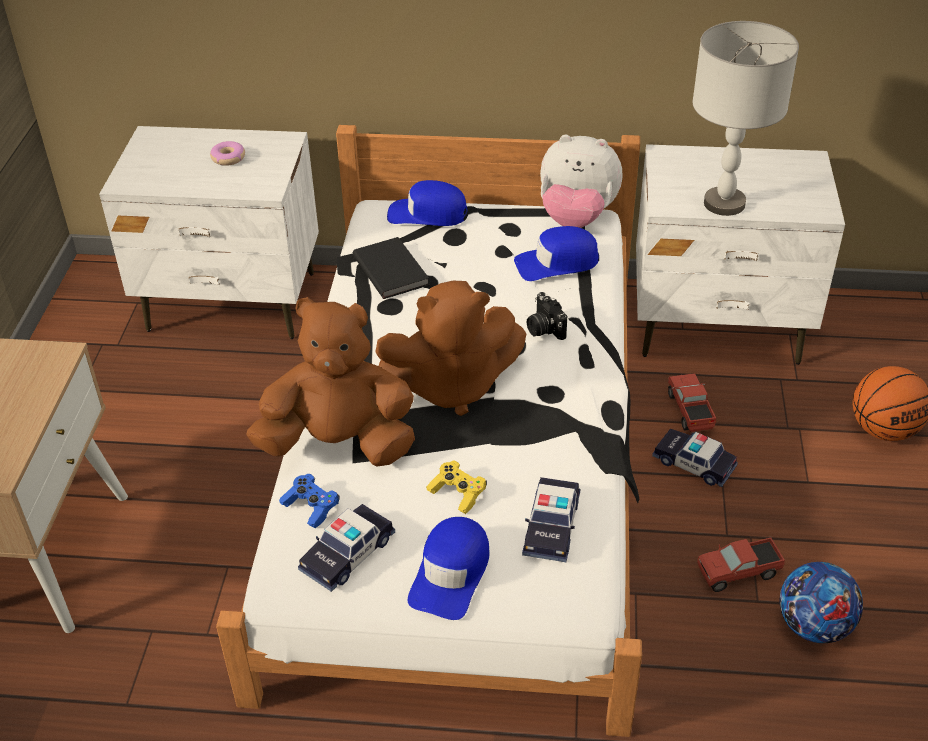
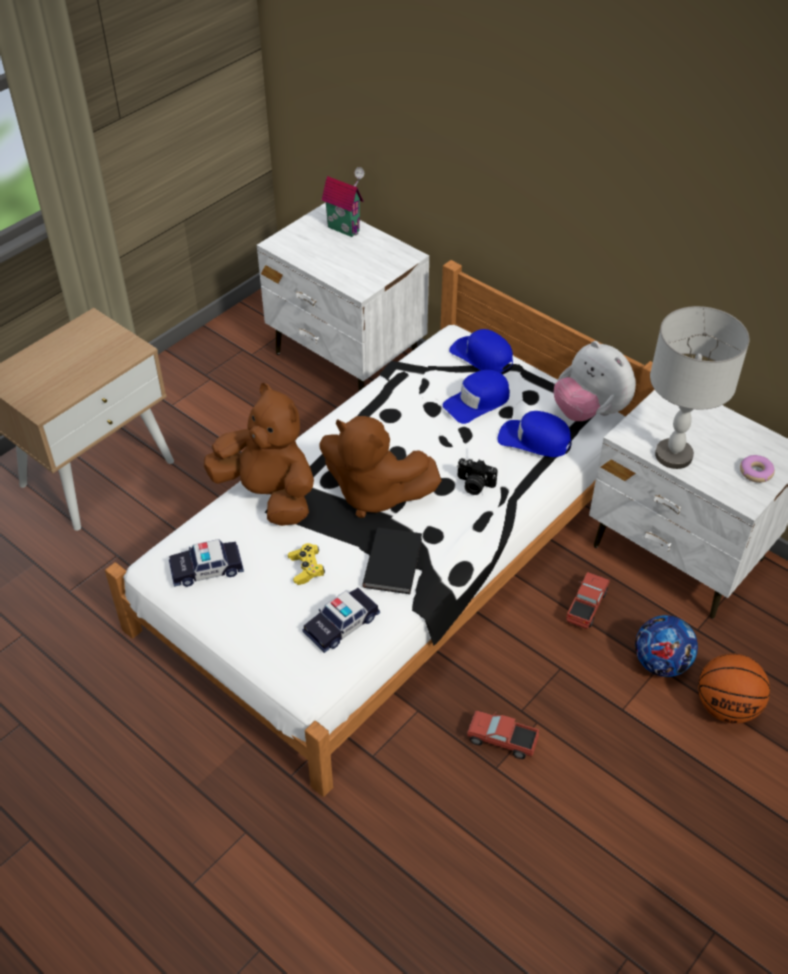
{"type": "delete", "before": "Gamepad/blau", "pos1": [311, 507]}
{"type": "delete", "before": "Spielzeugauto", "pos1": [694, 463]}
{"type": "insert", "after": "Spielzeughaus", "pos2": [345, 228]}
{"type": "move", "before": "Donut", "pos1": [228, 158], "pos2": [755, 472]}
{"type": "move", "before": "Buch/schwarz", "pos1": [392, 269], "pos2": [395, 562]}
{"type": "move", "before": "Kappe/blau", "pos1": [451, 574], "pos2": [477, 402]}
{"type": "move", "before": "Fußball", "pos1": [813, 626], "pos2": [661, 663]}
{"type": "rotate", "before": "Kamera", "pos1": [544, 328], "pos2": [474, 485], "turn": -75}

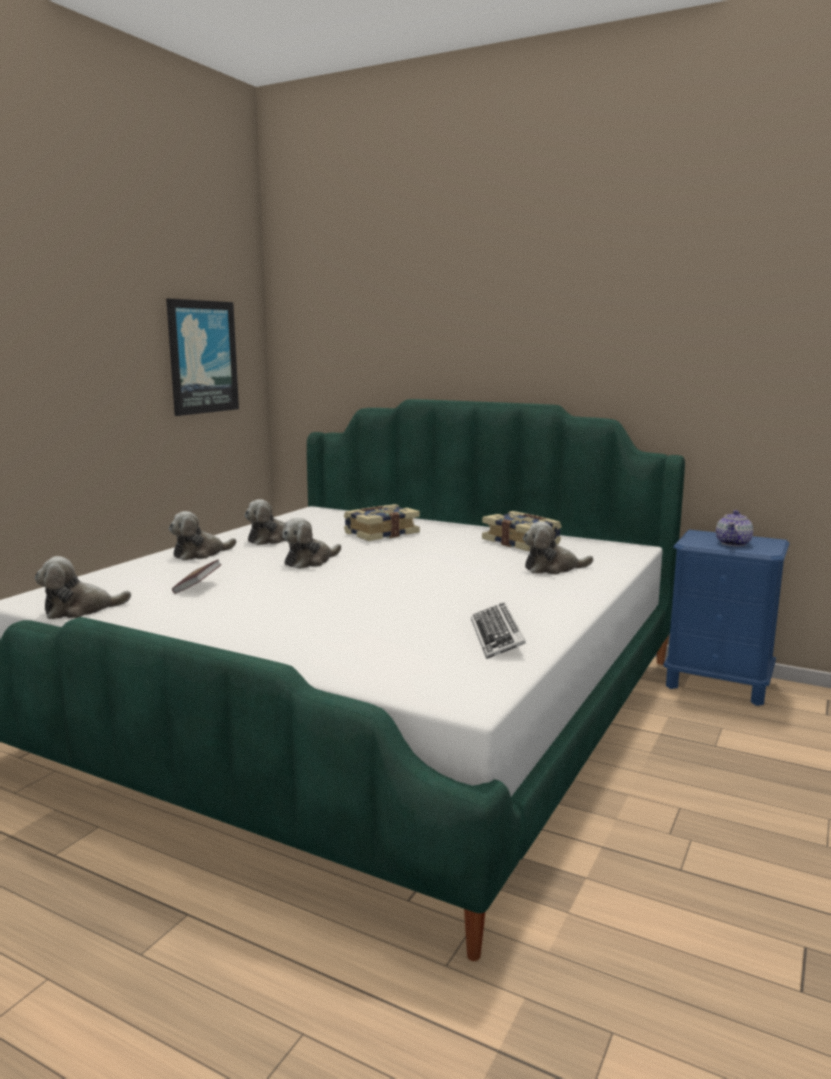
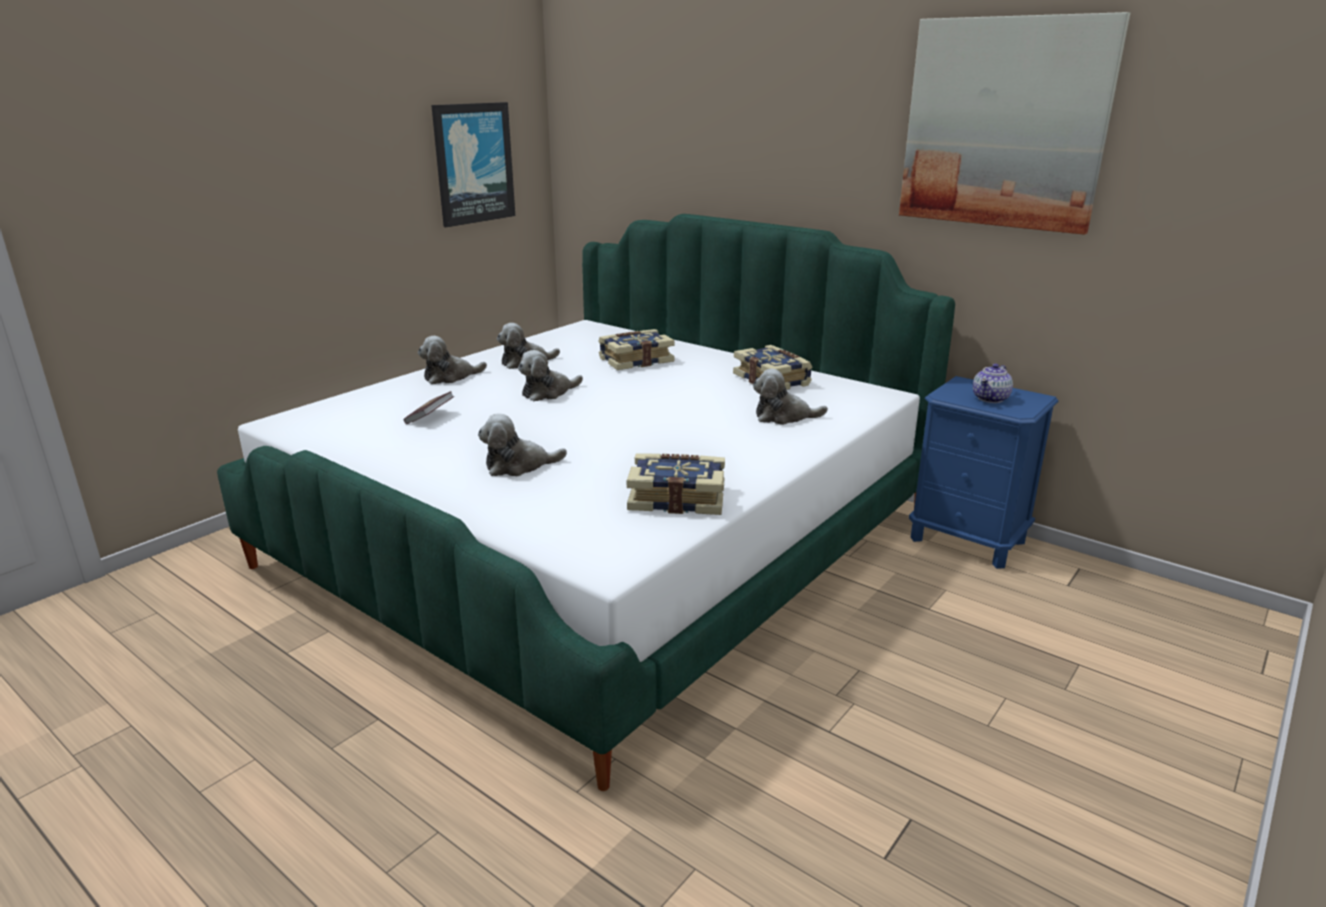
{"type": "insert", "after": "Bild", "pos2": [1004, 124]}
{"type": "move", "before": "Plüschtier", "pos1": [80, 610], "pos2": [518, 466]}
{"type": "replace", "before": "Tastatur", "after": "Buch", "pos1": [497, 637], "pos2": [677, 498]}

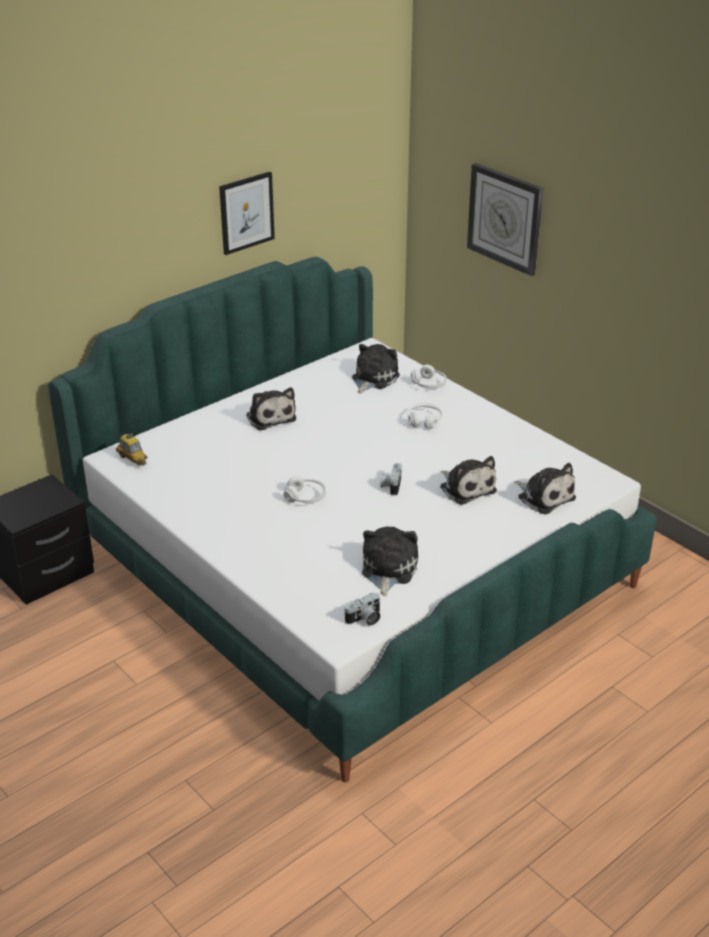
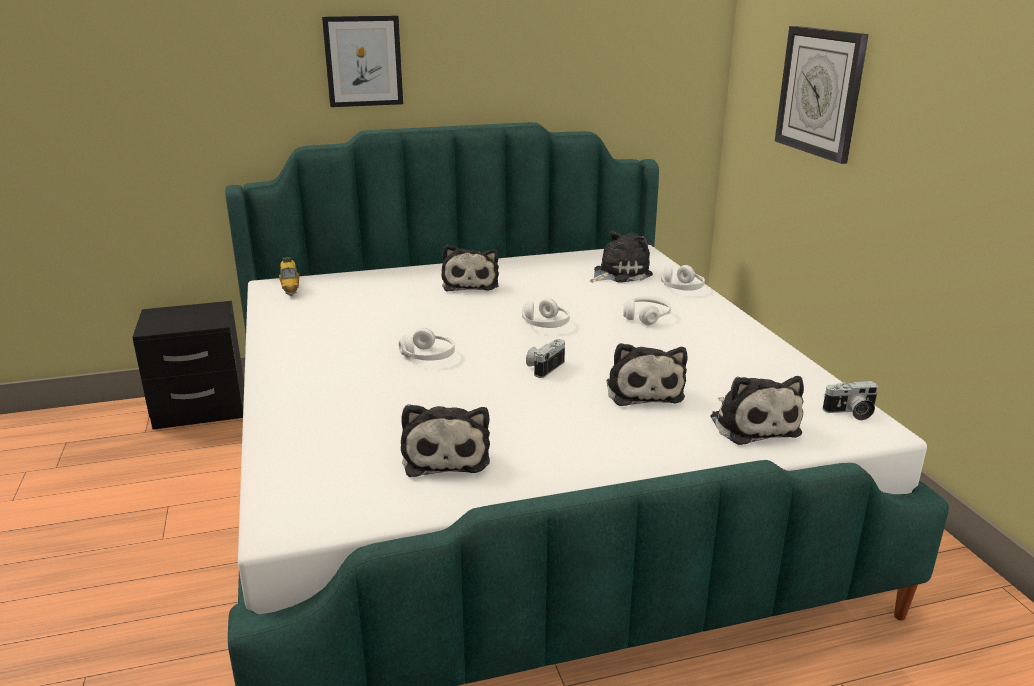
{"type": "insert", "after": "Kopfhörer/weiß", "pos2": [545, 324]}
{"type": "move", "before": "Bild", "pos1": [246, 212], "pos2": [363, 61]}
{"type": "move", "before": "Kamera", "pos1": [364, 619], "pos2": [851, 413]}
{"type": "rotate", "before": "Plüschtier", "pos1": [387, 570], "pos2": [446, 455], "turn": 135}

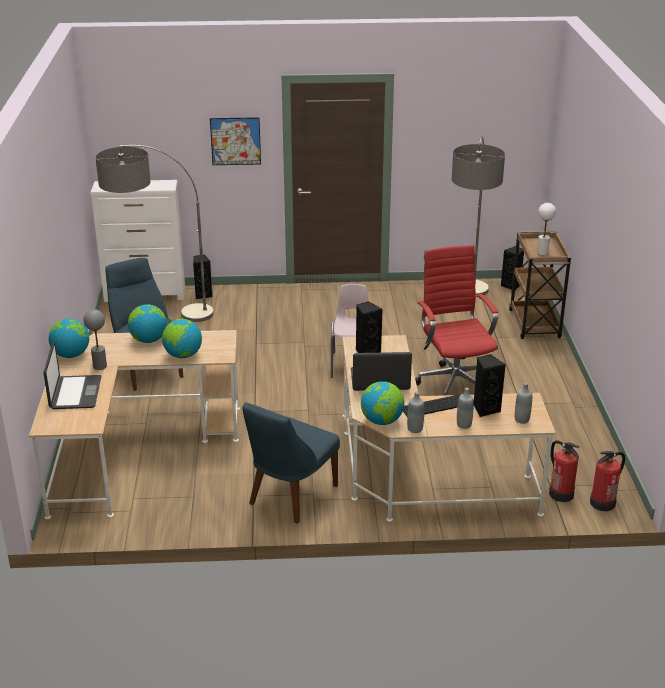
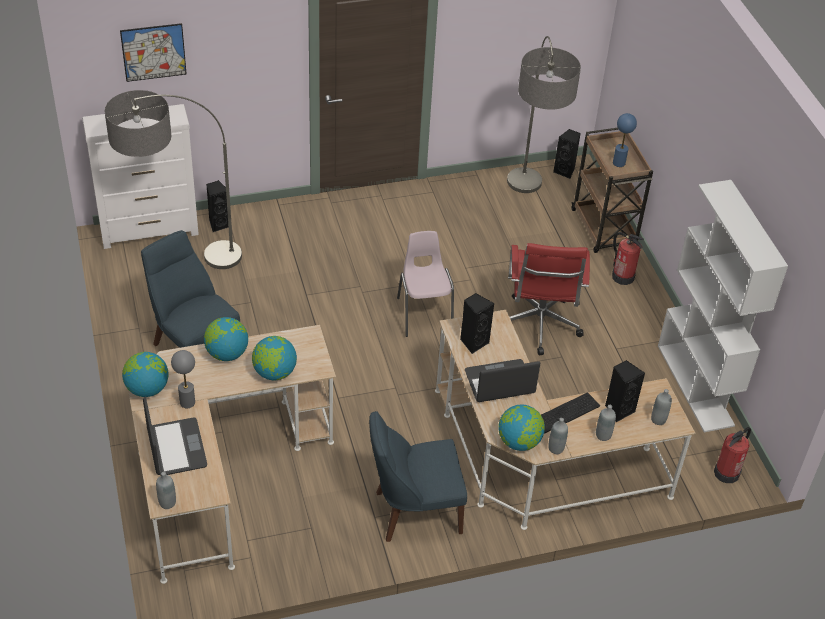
{"type": "insert", "after": "Flasche/grau", "pos2": [167, 503]}
{"type": "insert", "after": "Bücherregal/weiß", "pos2": [696, 385]}
{"type": "move", "before": "Bild", "pos1": [235, 141], "pos2": [153, 52]}
{"type": "move", "before": "Feuerlöscher", "pos1": [561, 493], "pos2": [622, 276]}
{"type": "recolor", "before": "Tischlampe/weiß", "after": "Tischlampe/blau", "pos1": [542, 252], "pos2": [619, 163]}
{"type": "rotate", "before": "Stuhl/blau", "pos1": [290, 496], "pos2": [414, 512], "turn": 60}
{"type": "rotate", "before": "Bürostuhl/rot", "pos1": [453, 383], "pos2": [539, 327], "turn": -150}

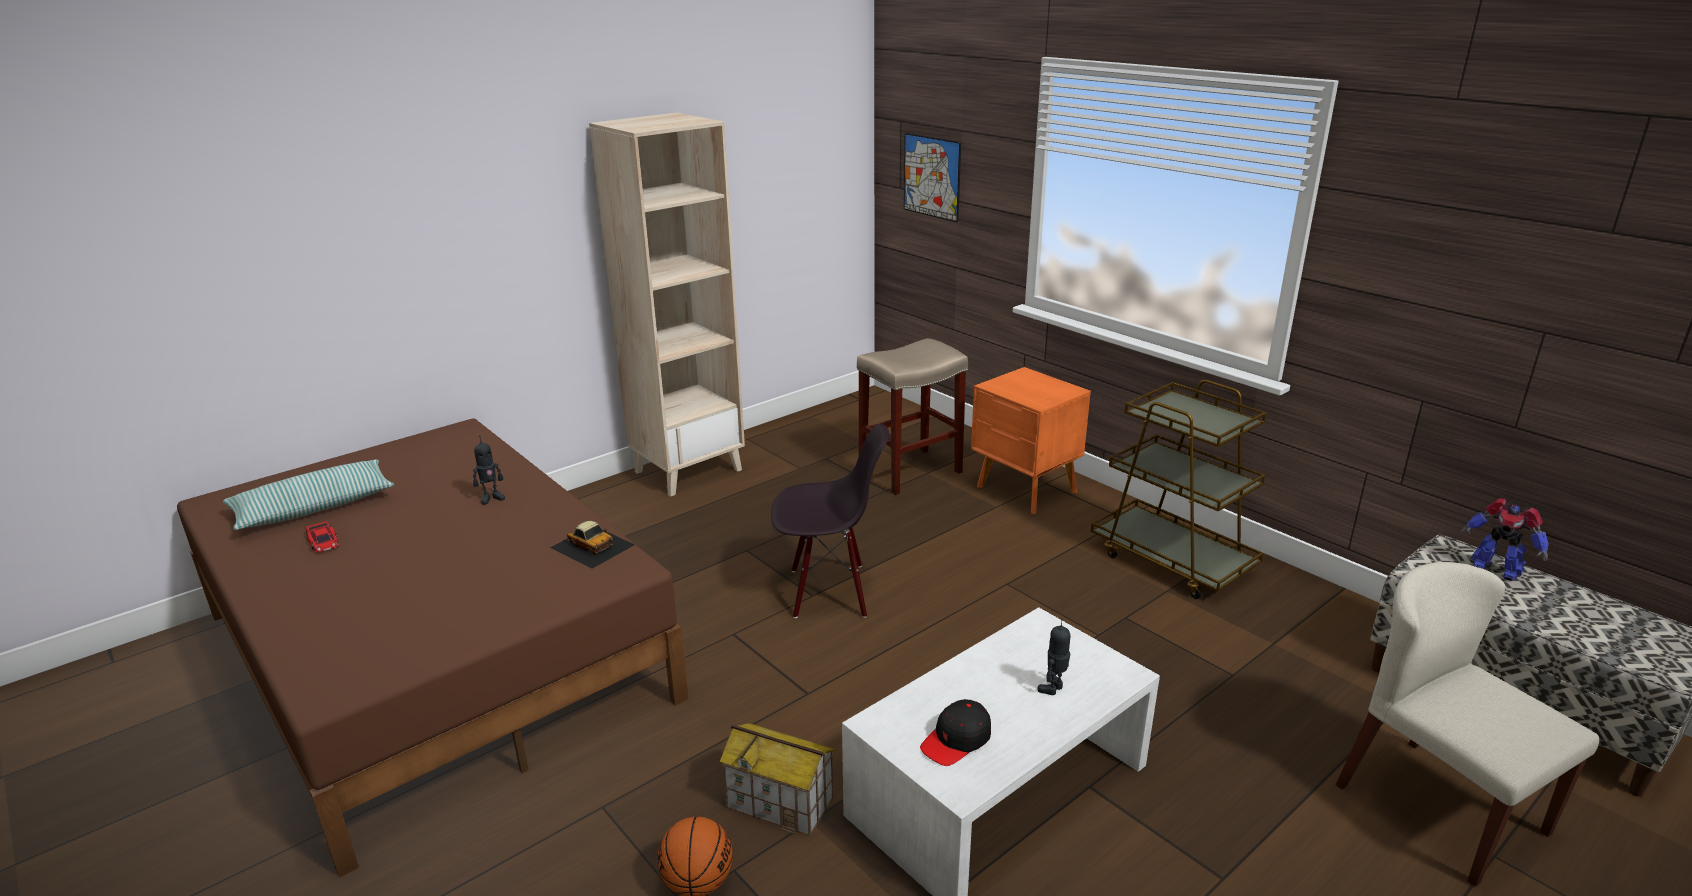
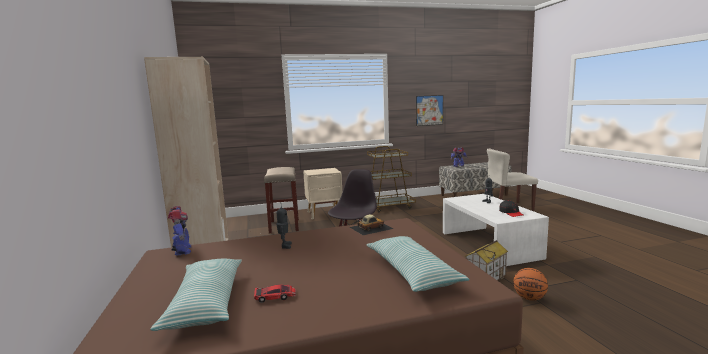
{"type": "insert", "after": "Spielzeugroboter", "pos2": [182, 251]}
{"type": "insert", "after": "Kissen", "pos2": [411, 272]}
{"type": "move", "before": "Bild", "pos1": [931, 177], "pos2": [429, 110]}
{"type": "recolor", "before": "Nachttisch/orange", "after": "Nachttisch/beige", "pos1": [1026, 490], "pos2": [324, 214]}

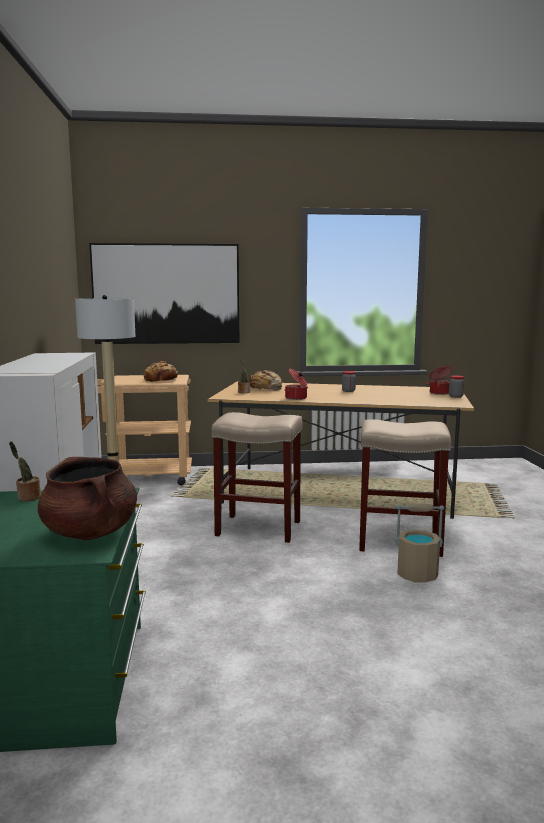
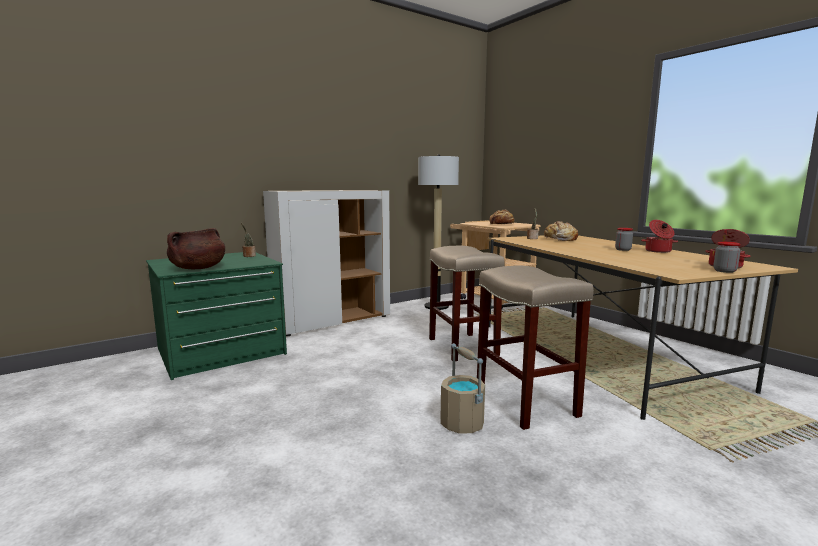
{"type": "delete", "before": "Bild", "pos1": [166, 294]}
{"type": "move", "before": "Kochtopf", "pos1": [296, 398], "pos2": [658, 251]}

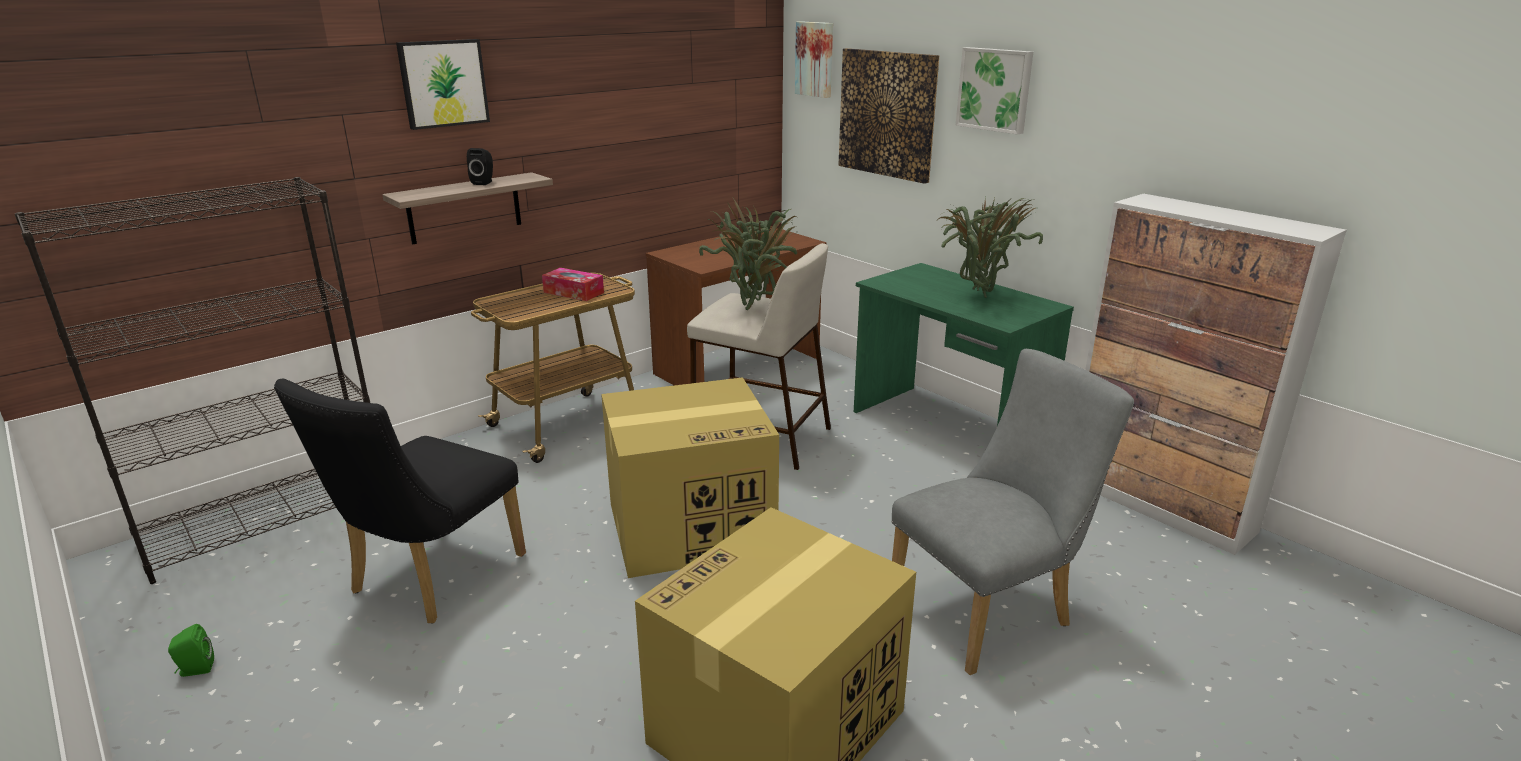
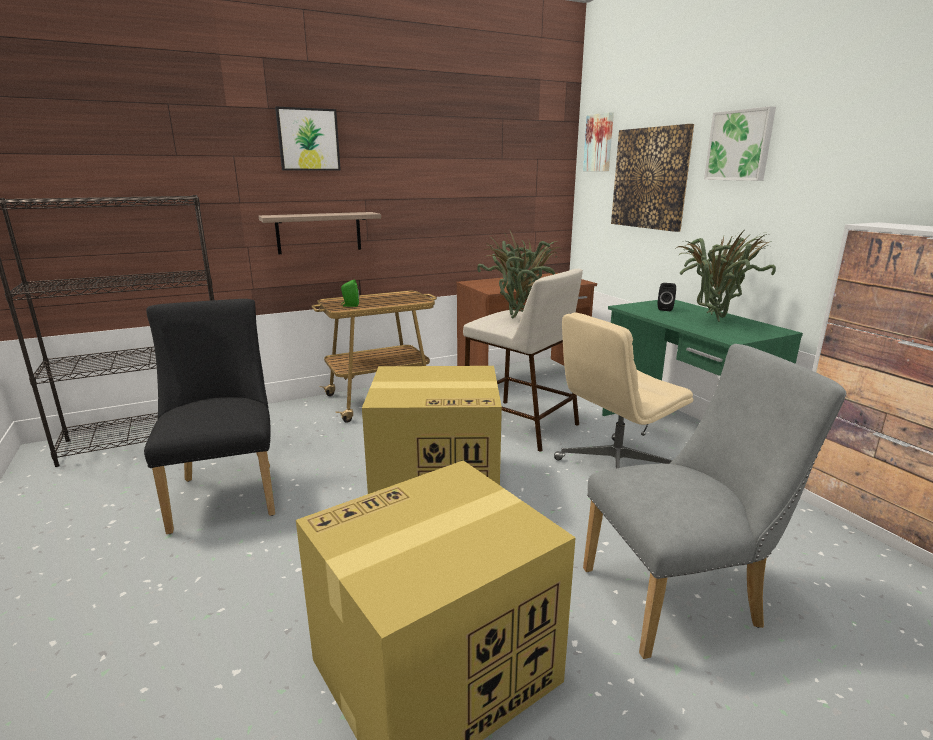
{"type": "delete", "before": "Taschentuchbox", "pos1": [573, 292]}
{"type": "insert", "after": "Bürostuhl/beige", "pos2": [615, 467]}
{"type": "move", "before": "Lautsprecher/grün", "pos1": [195, 669], "pos2": [350, 305]}
{"type": "move", "before": "Lautsprecher/schwarz", "pos1": [484, 182], "pos2": [665, 309]}
{"type": "rotate", "before": "Stuhl/schwarz", "pos1": [429, 579], "pos2": [226, 492], "turn": 120}

